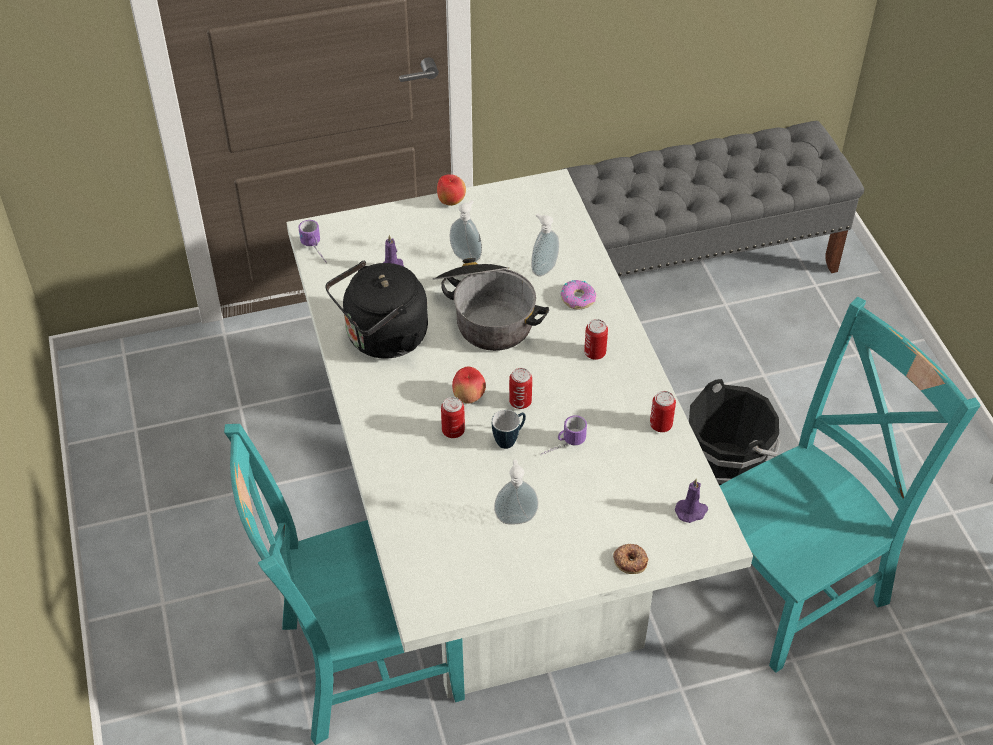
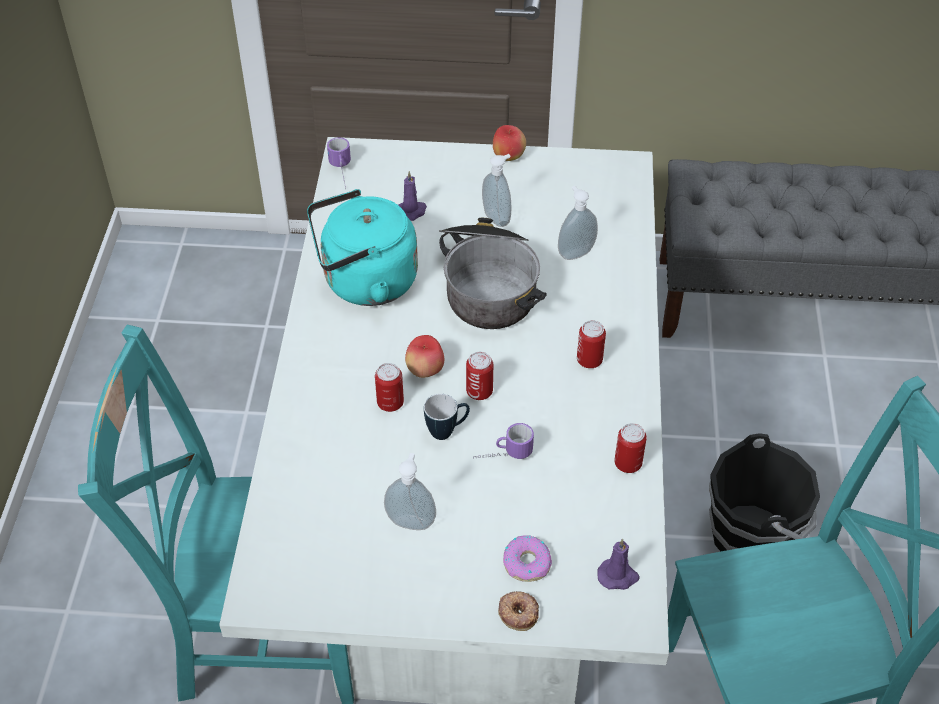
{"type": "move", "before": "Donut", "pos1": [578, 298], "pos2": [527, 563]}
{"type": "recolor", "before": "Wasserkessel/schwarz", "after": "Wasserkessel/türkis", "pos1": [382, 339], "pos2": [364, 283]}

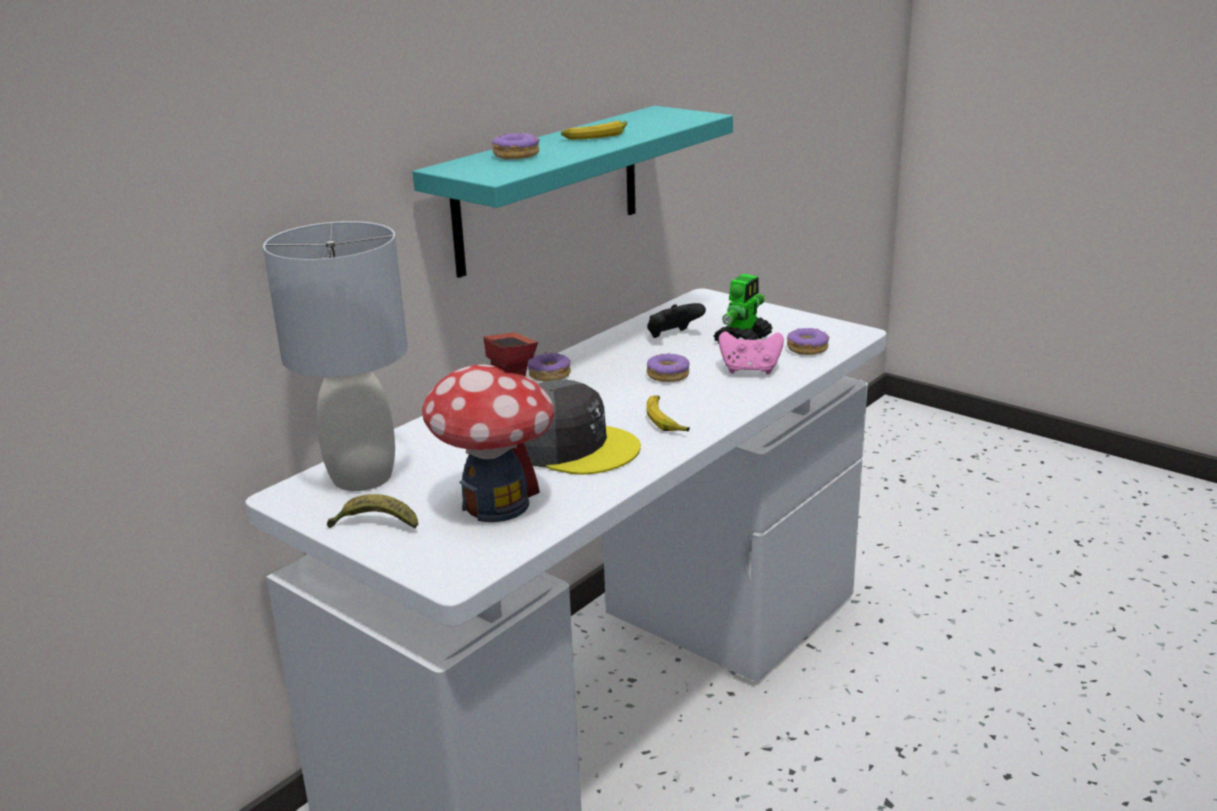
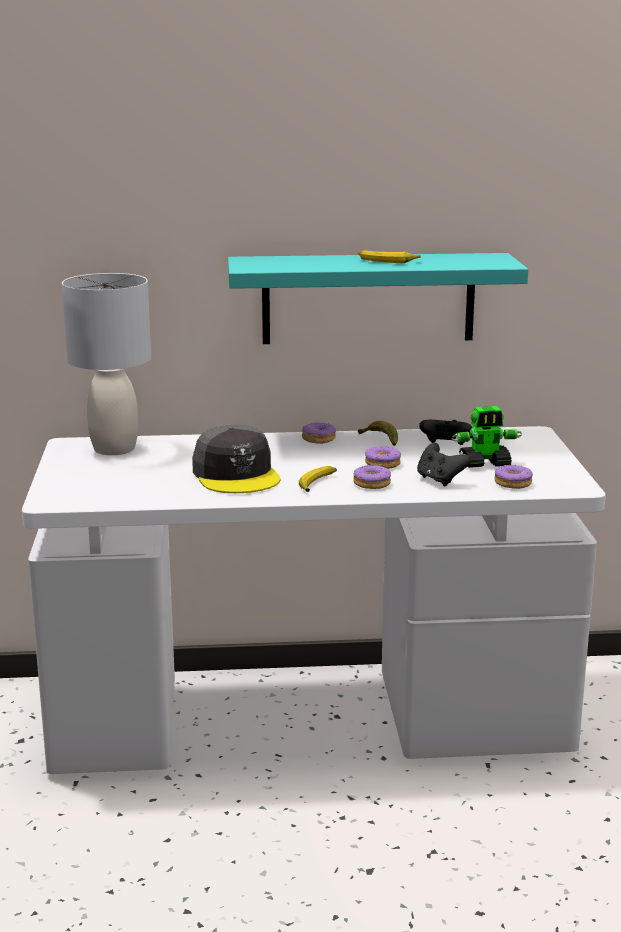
{"type": "delete", "before": "Spielzeughaus", "pos1": [496, 504]}
{"type": "move", "before": "Banane", "pos1": [375, 525], "pos2": [381, 440]}
{"type": "move", "before": "Donut", "pos1": [516, 155], "pos2": [372, 484]}
{"type": "recolor", "before": "Gamepad/rosa", "after": "Gamepad/schwarz", "pos1": [750, 370], "pos2": [440, 480]}

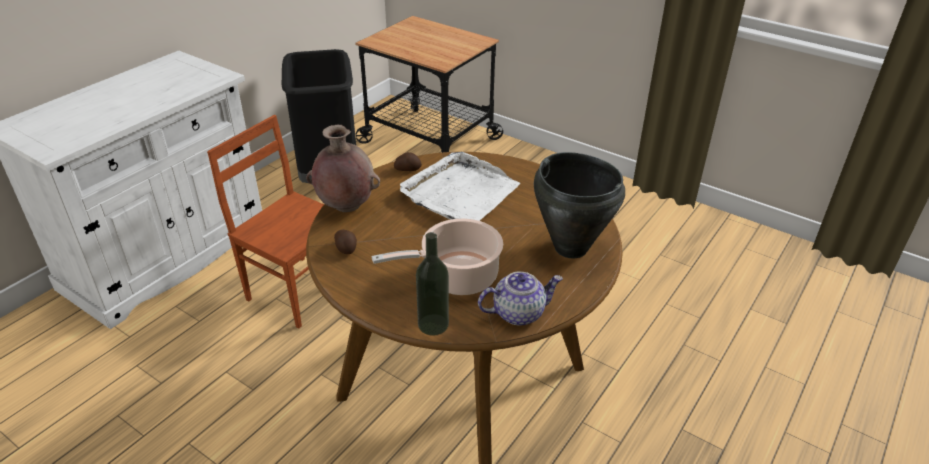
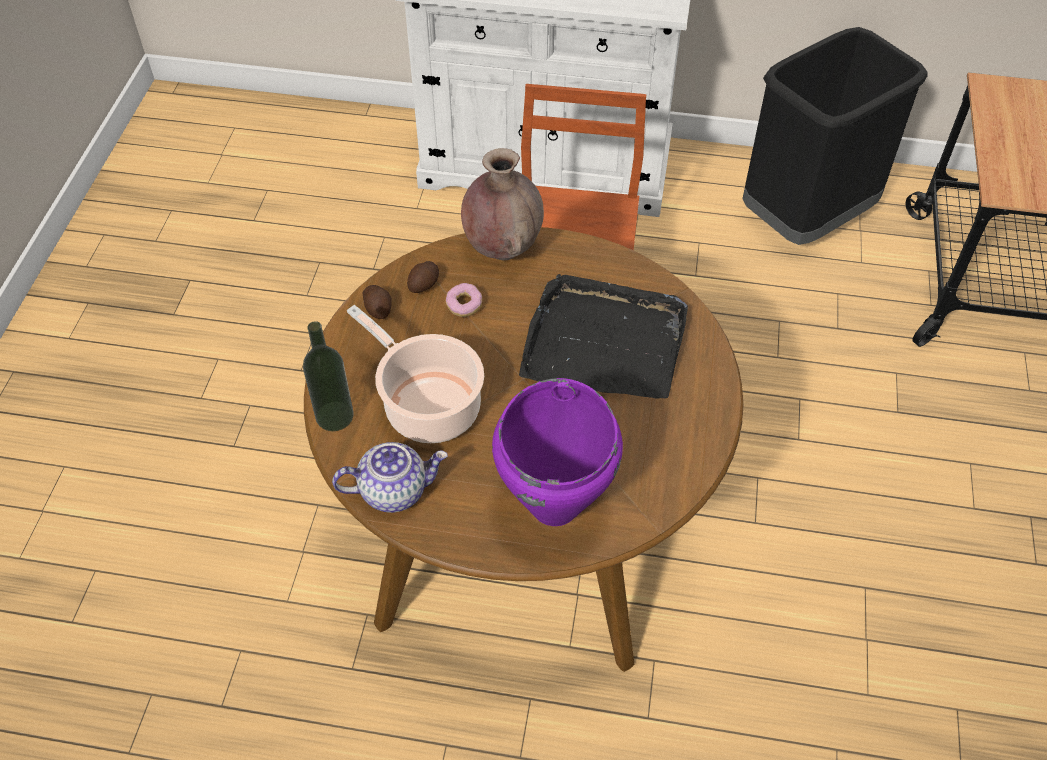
{"type": "insert", "after": "Donut", "pos2": [464, 305]}
{"type": "move", "before": "Kartoffel", "pos1": [407, 169], "pos2": [378, 308]}
{"type": "recolor", "before": "Tablett/weiß", "after": "Tablett/schwarz", "pos1": [460, 193], "pos2": [603, 343]}
{"type": "recolor", "before": "Kochtopf/schwarz", "after": "Kochtopf/lila", "pos1": [570, 247], "pos2": [556, 504]}
{"type": "rotate", "before": "Teekanne", "pos1": [519, 312], "pos2": [394, 490], "turn": -60}

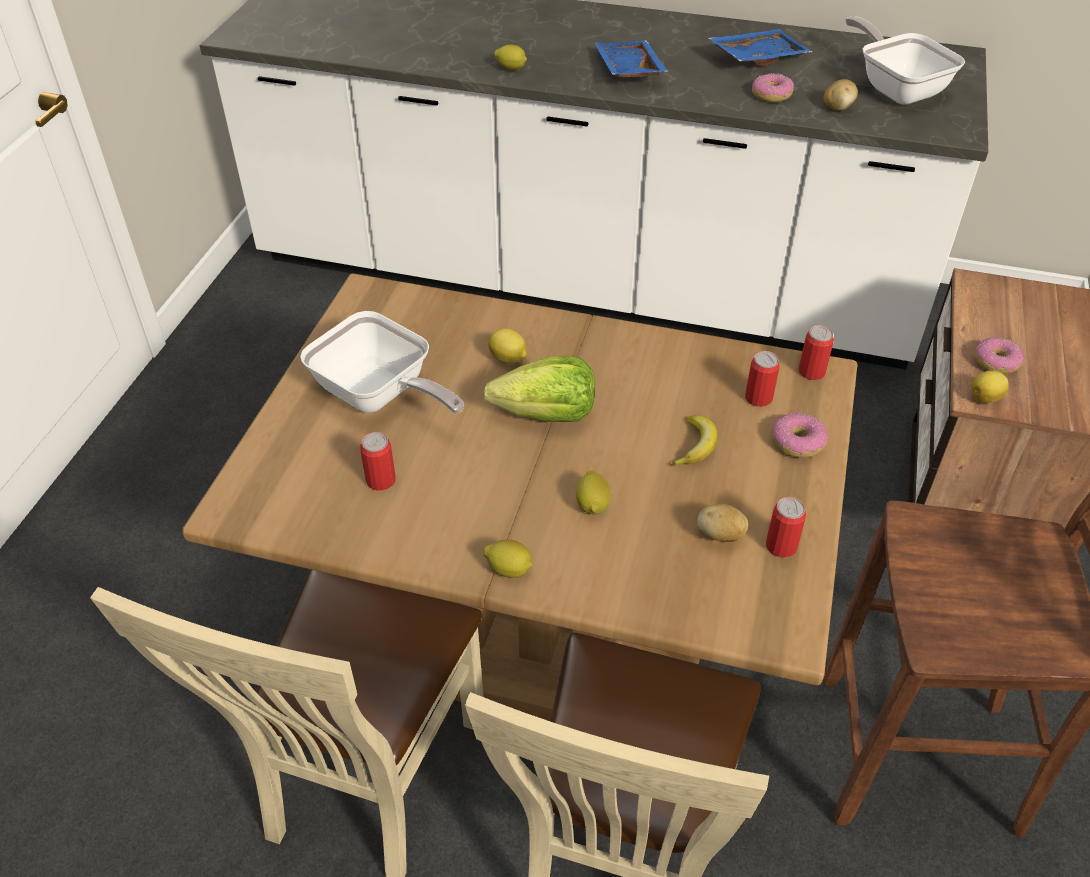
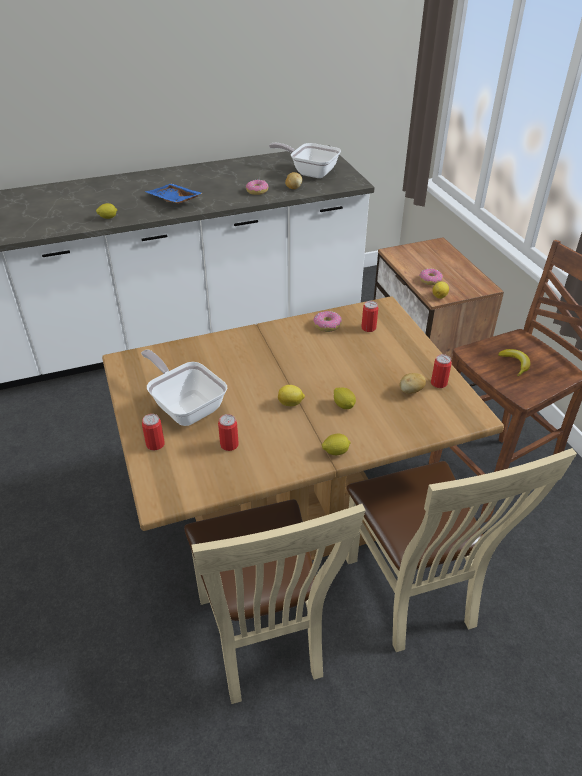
{"type": "delete", "before": "Salatkopf", "pos1": [546, 415]}
{"type": "delete", "before": "Tablett/blau", "pos1": [757, 57]}
{"type": "move", "before": "Zitrone", "pos1": [508, 359], "pos2": [291, 403]}
{"type": "move", "before": "Banane", "pos1": [695, 446], "pos2": [515, 364]}
{"type": "move", "before": "Donut", "pos1": [797, 442], "pos2": [327, 325]}
{"type": "move", "before": "Dose", "pos1": [811, 372], "pos2": [155, 444]}
{"type": "rotate", "before": "Pfanne", "pos1": [380, 396], "pos2": [186, 406], "turn": -135}

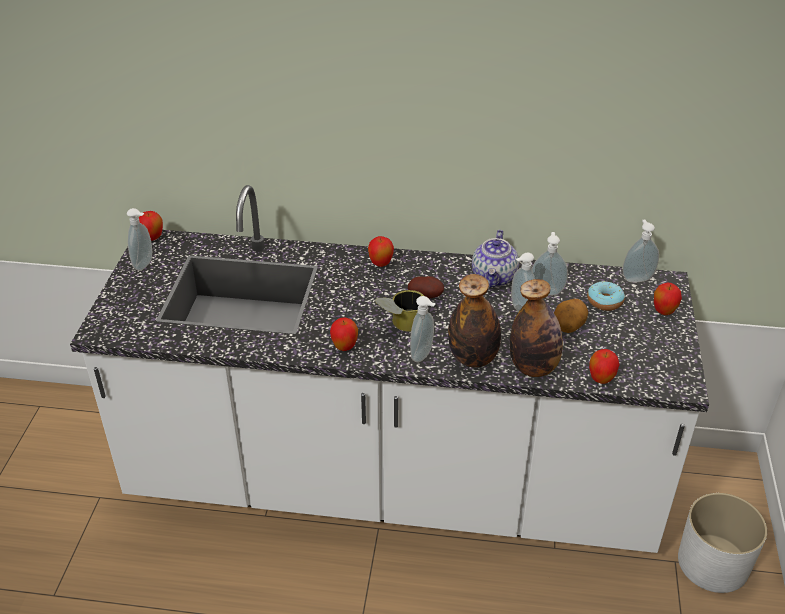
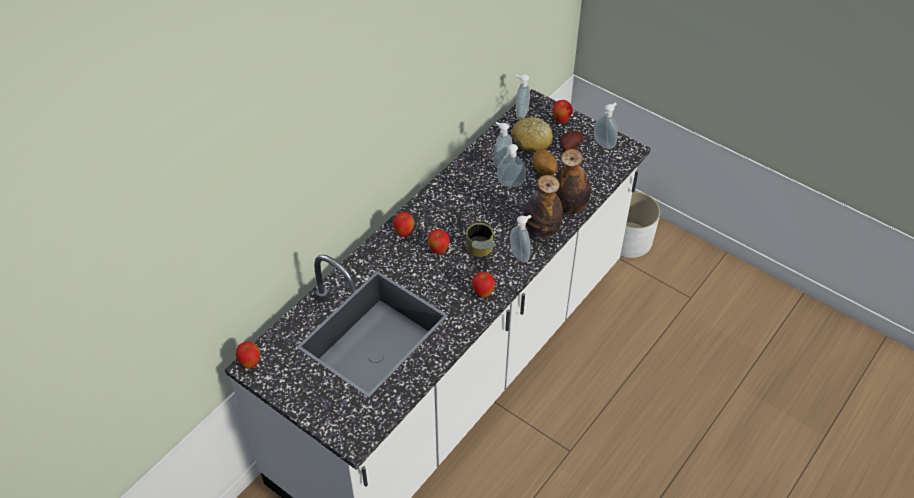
{"type": "delete", "before": "Teekanne", "pos1": [494, 277]}
{"type": "move", "before": "Seifenspender", "pos1": [145, 264], "pos2": [604, 144]}
{"type": "move", "before": "Kartoffel", "pos1": [426, 296], "pos2": [569, 147]}
{"type": "move", "before": "Apfel", "pos1": [601, 380], "pos2": [438, 250]}
{"type": "replace", "before": "Donut", "after": "Brot", "pos1": [604, 301], "pos2": [532, 141]}

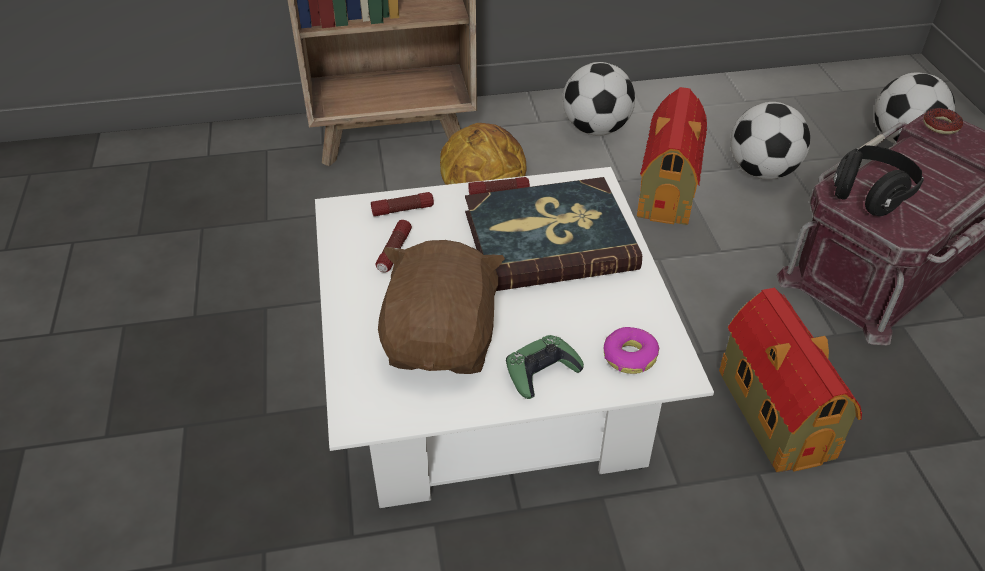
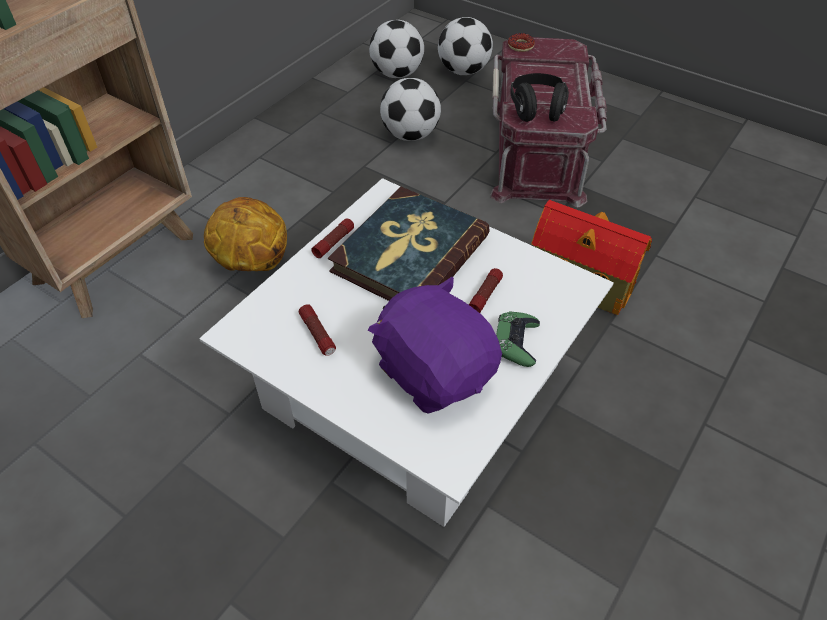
{"type": "delete", "before": "Donut", "pos1": [629, 356]}
{"type": "delete", "before": "Spielzeughaus", "pos1": [668, 188]}
{"type": "move", "before": "Taschenlampe", "pos1": [402, 210], "pos2": [485, 295]}
{"type": "move", "before": "Fußball", "pos1": [596, 129], "pos2": [397, 74]}
{"type": "recolor", "before": "Plüschtier/braun", "after": "Plüschtier/lila", "pos1": [443, 342], "pos2": [434, 371]}

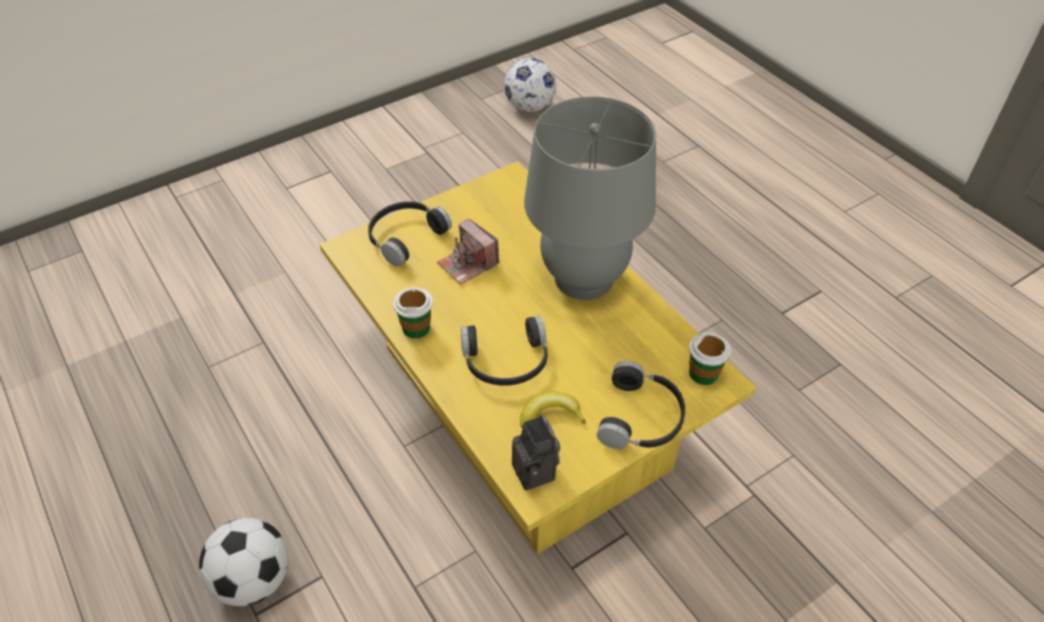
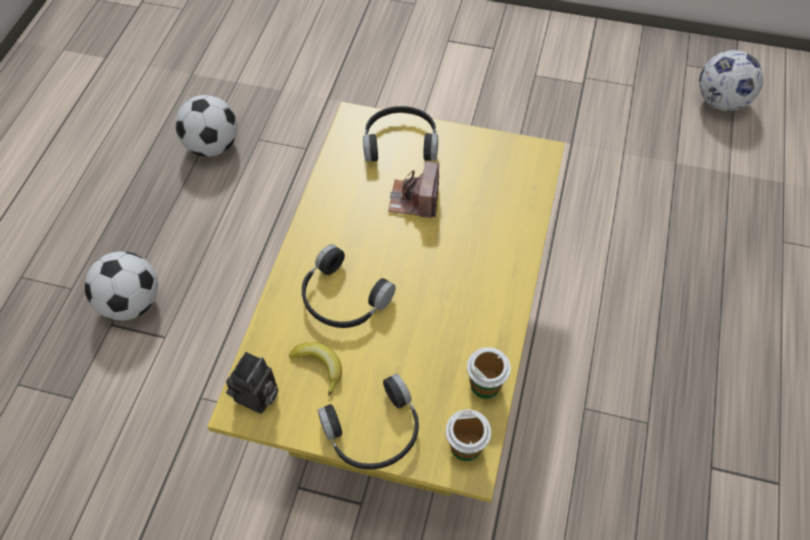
{"type": "delete", "before": "Tischlampe/grau", "pos1": [584, 278]}
{"type": "insert", "after": "Fußball", "pos2": [213, 146]}
{"type": "move", "before": "Tasse", "pos1": [416, 327], "pos2": [485, 384]}

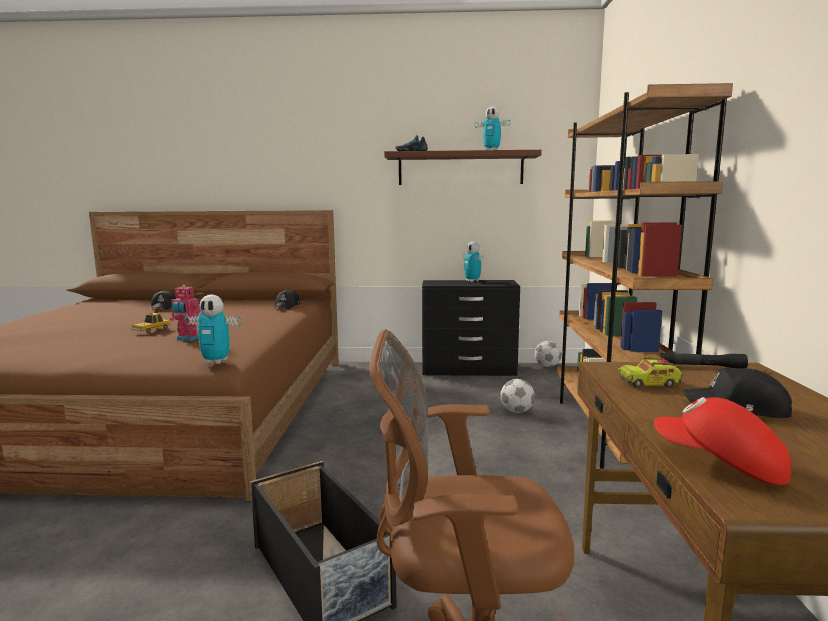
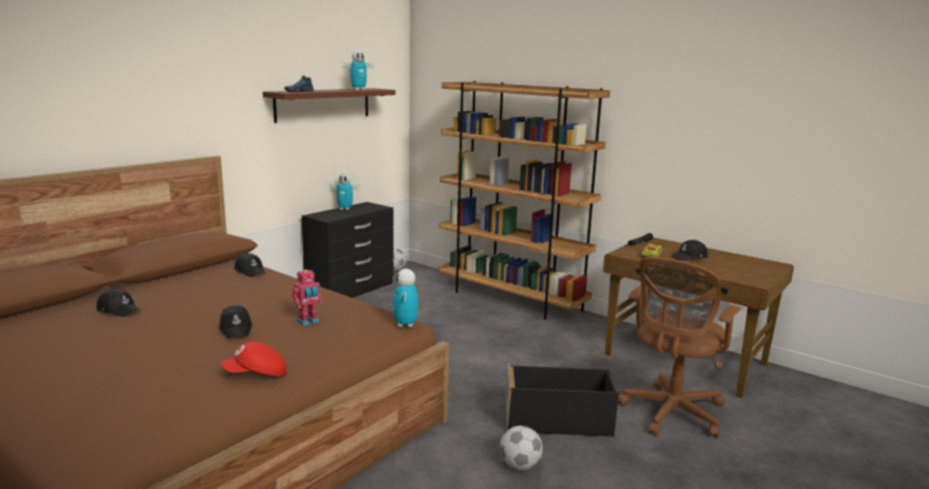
{"type": "move", "before": "Fußball", "pos1": [517, 411], "pos2": [520, 466]}
{"type": "move", "before": "Kappe/rot", "pos1": [720, 465], "pos2": [256, 374]}
{"type": "replace", "before": "Spielzeugauto", "after": "Kappe/schwarz", "pos1": [152, 329], "pos2": [236, 328]}
{"type": "rotate", "before": "Spielzeugroboter", "pos1": [216, 361], "pos2": [405, 324], "turn": 135}

